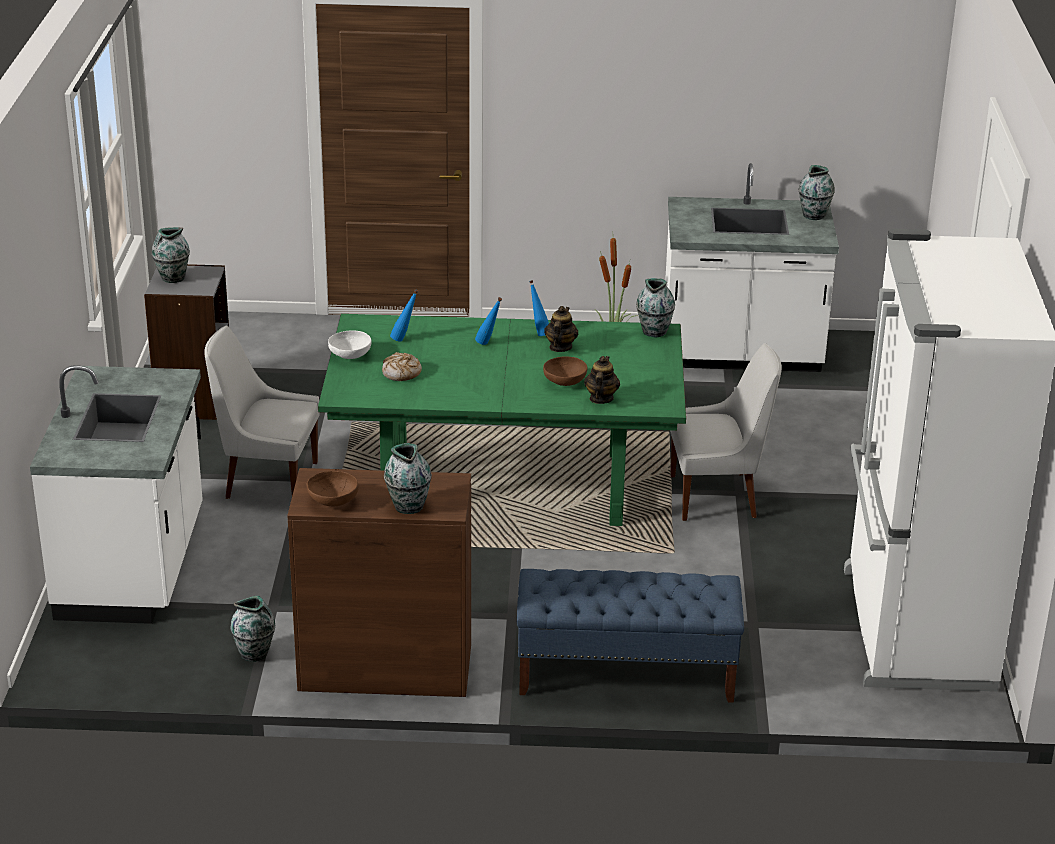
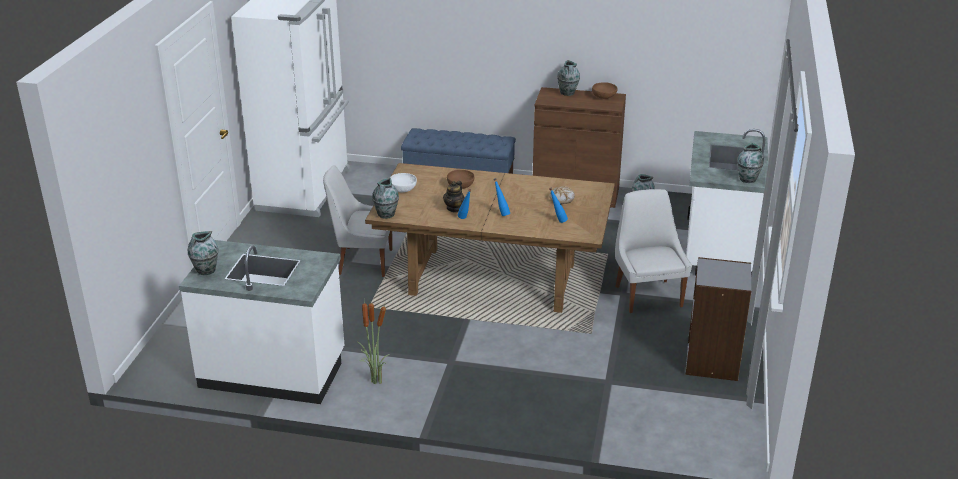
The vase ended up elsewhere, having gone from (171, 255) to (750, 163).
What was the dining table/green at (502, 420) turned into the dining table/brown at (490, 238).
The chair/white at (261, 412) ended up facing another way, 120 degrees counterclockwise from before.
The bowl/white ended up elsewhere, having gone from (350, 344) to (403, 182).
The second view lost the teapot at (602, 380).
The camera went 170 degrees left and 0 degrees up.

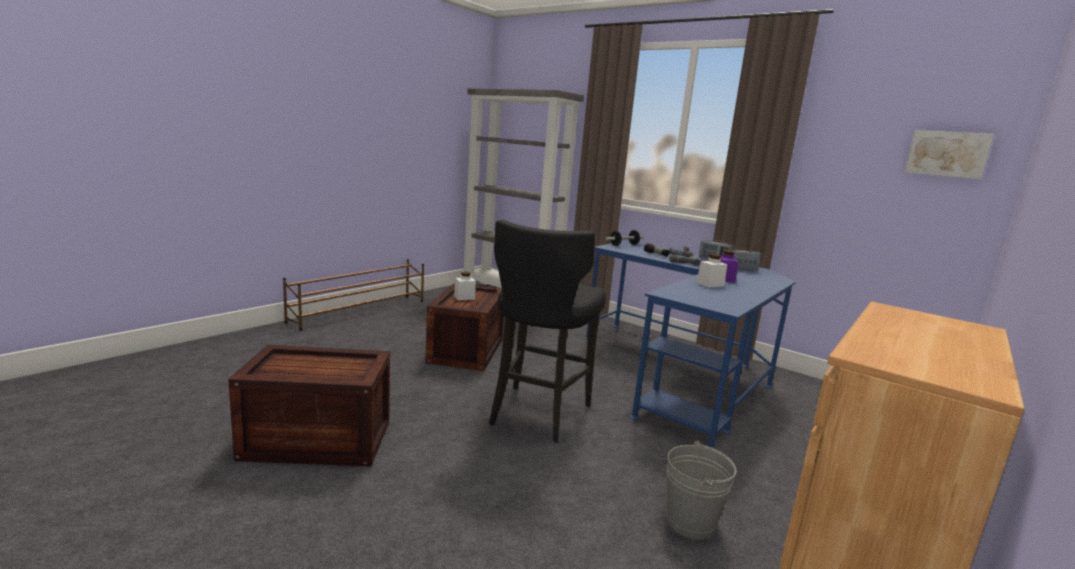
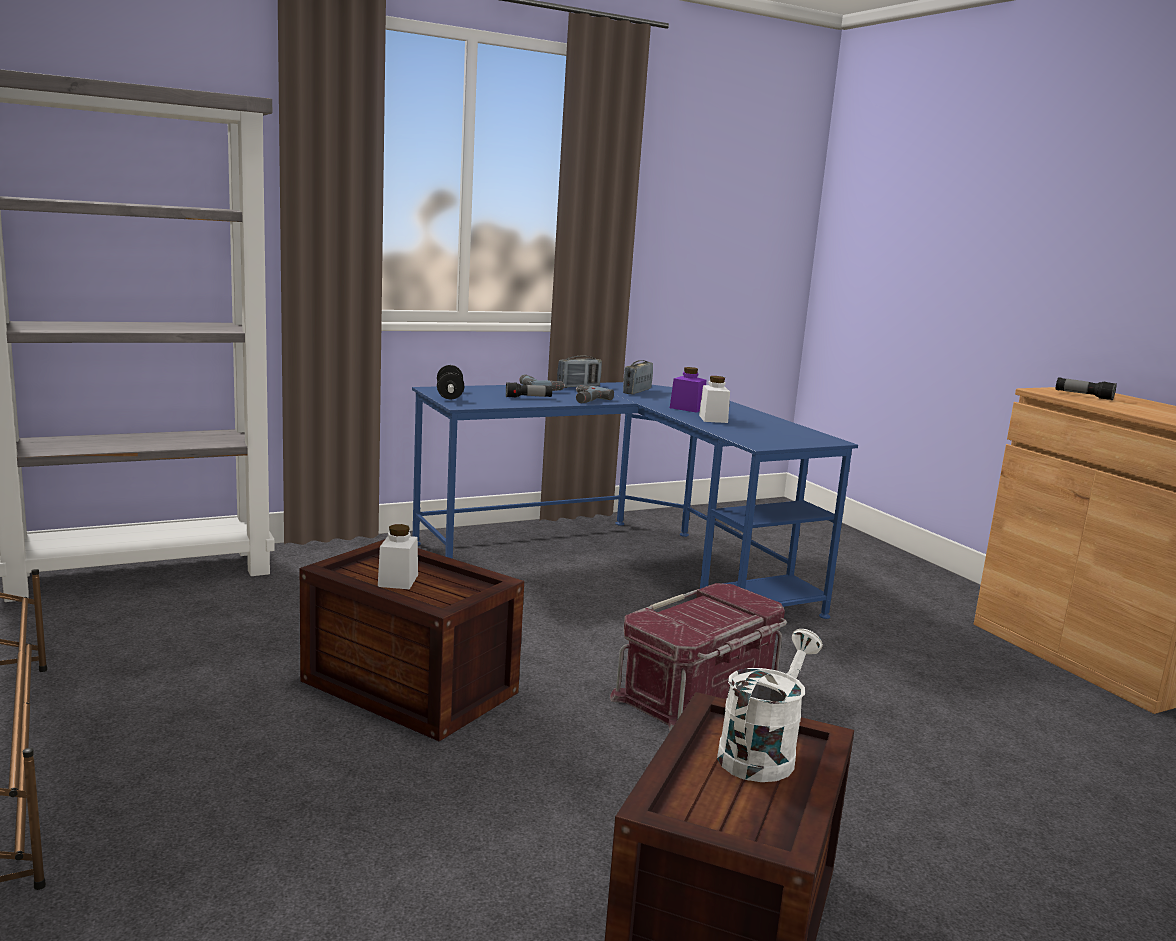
The second view lost the picture at (949, 154).
Where the stool/black stood at (547, 330), the storage box/red came to stand at (698, 657).
The second view lost the bucket/grey at (701, 490).
The second view gained the flashlight at (1086, 389).
The second view gained the watering can/white at (770, 705).
The camera went 65 degrees left and 0 degrees up.

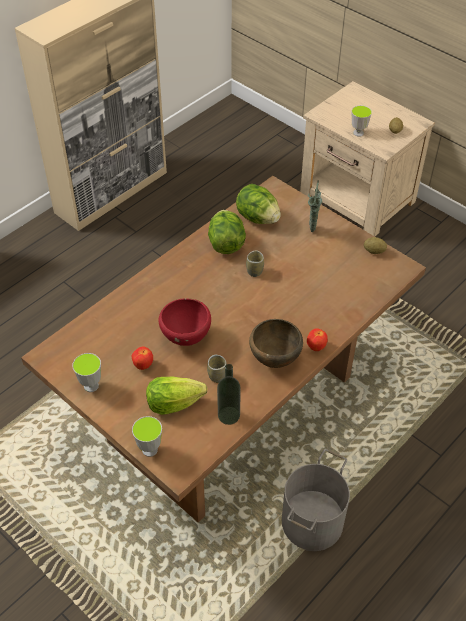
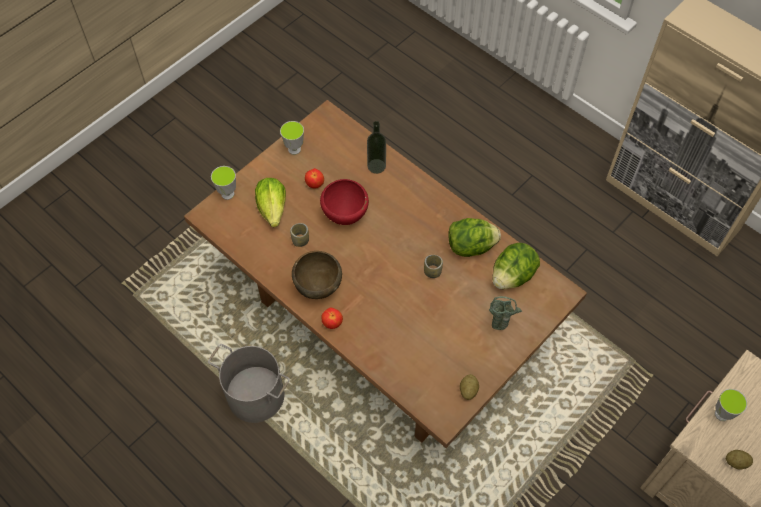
The bottle ended up elsewhere, having gone from (229, 394) to (376, 147).
The camera went 90 degrees right and 10 degrees up.

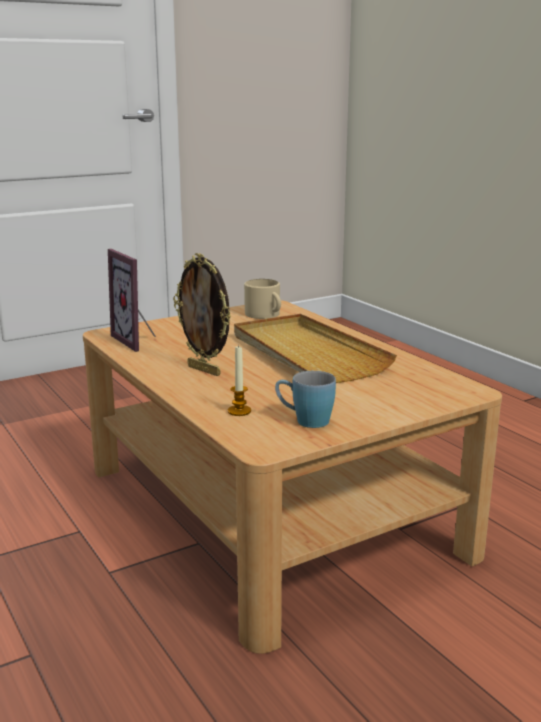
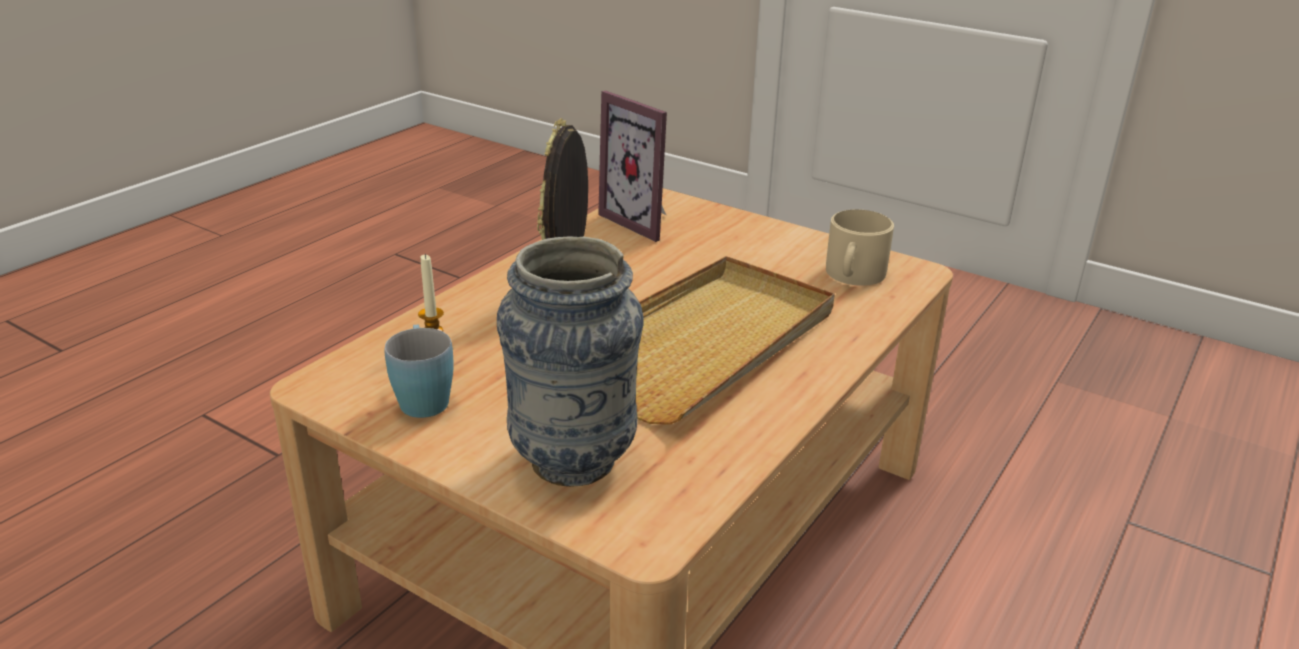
The picture frame at (132, 300) ended up facing another way, 75 degrees counterclockwise from before.
The second view gained the vase at (570, 361).
The camera went 65 degrees right and 10 degrees up.

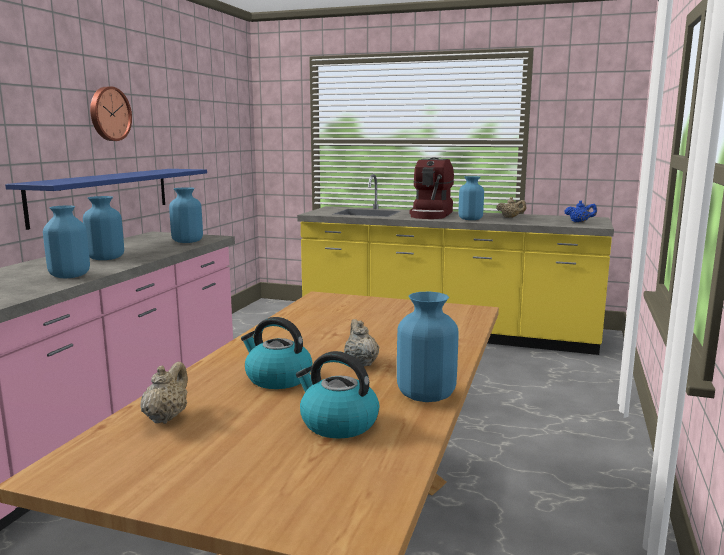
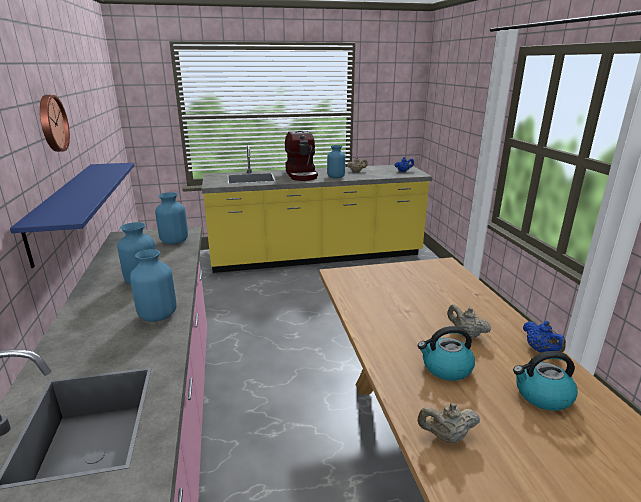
Where the vase/blue stood at (427, 347), the teapot/blue came to stand at (544, 337).
The teapot/beige at (164, 393) ended up facing another way, 75 degrees counterclockwise from before.
The camera went 30 degrees left and 10 degrees up.

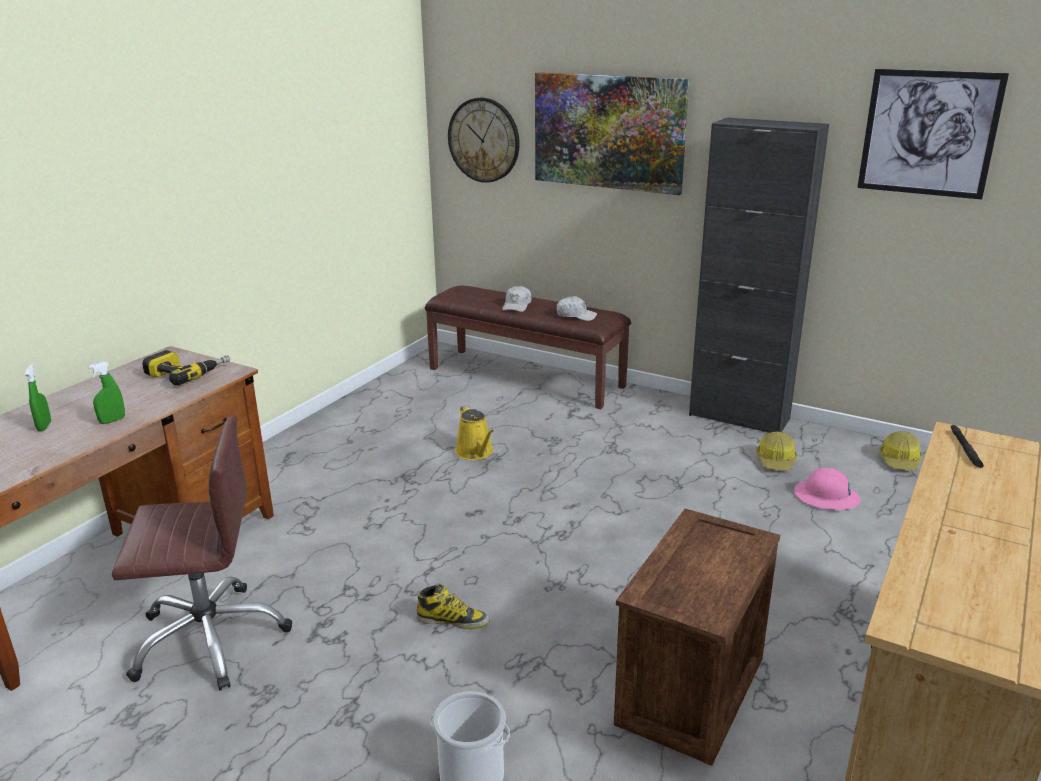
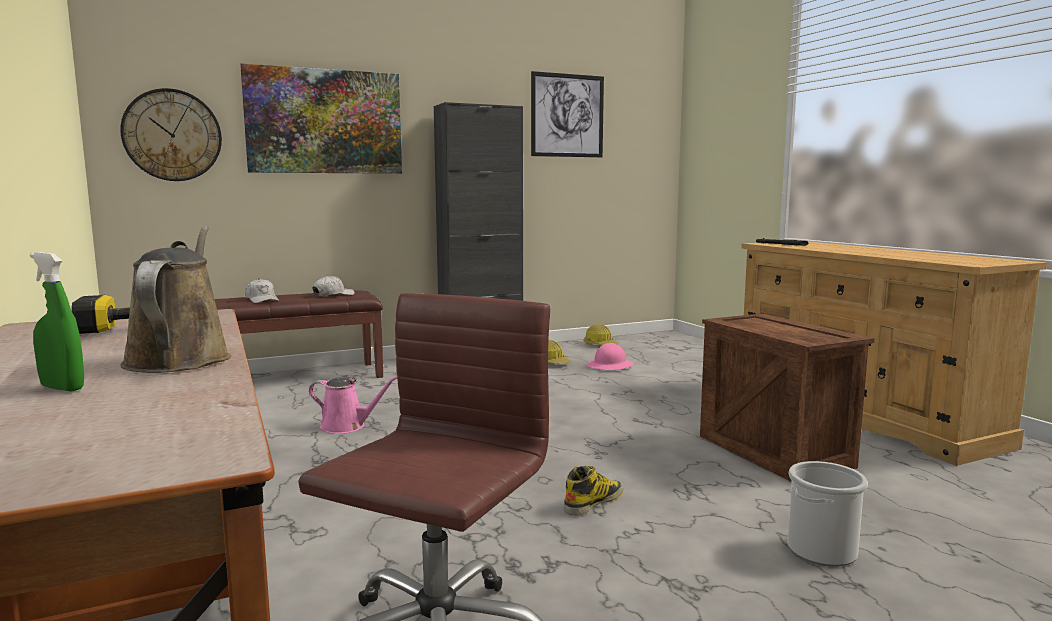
Where the spray bottle/green stood at (106, 392), the watering can/brown came to stand at (175, 299).
What was the watering can/yellow at (474, 432) turned into the watering can/pink at (353, 405).
The camera went 55 degrees left and 15 degrees down.

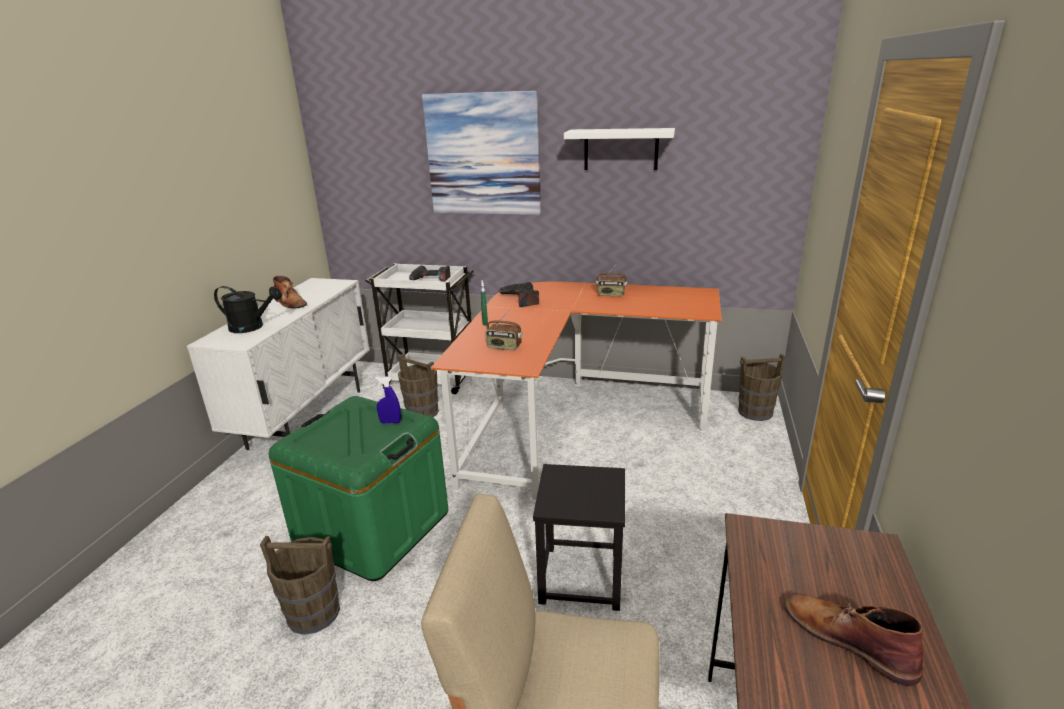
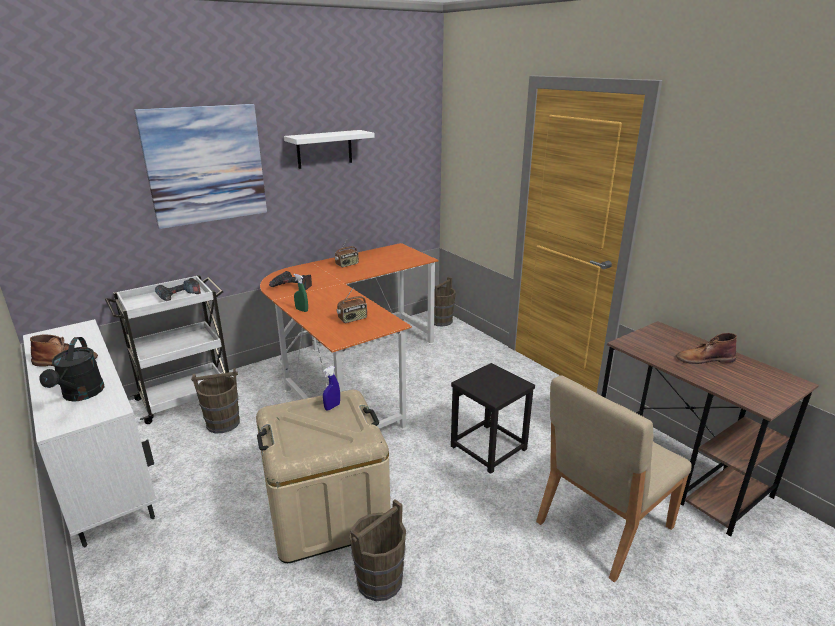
The watering can/black at (248, 309) ended up facing another way, 120 degrees clockwise from before.
What was the storage box/green at (358, 488) turned into the storage box/beige at (323, 476).
The camera went 50 degrees left and 0 degrees up.

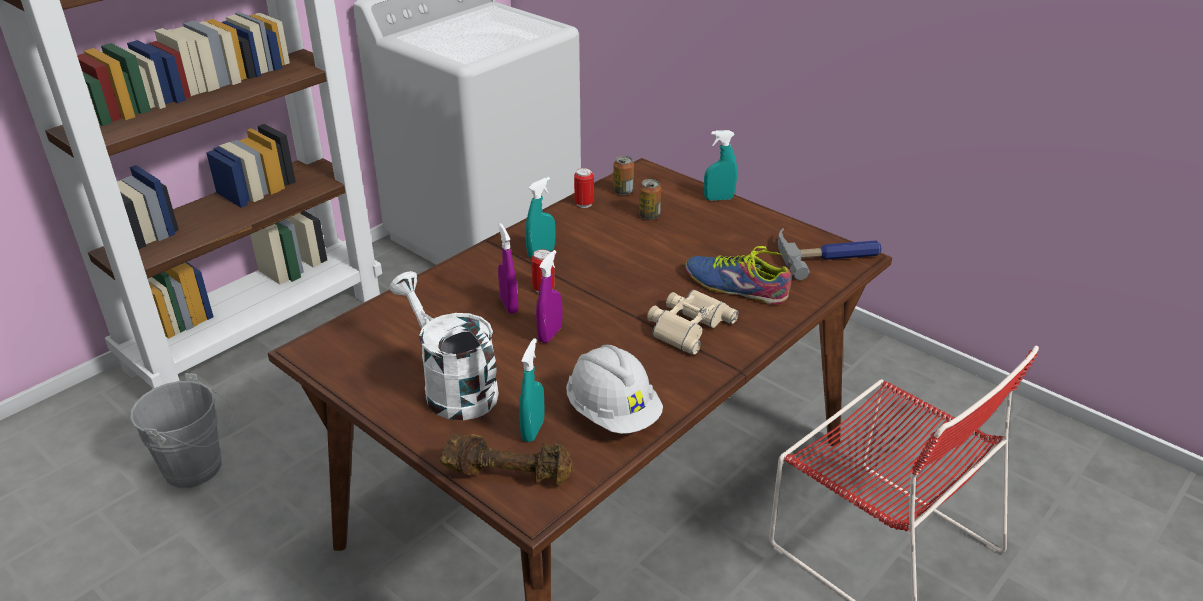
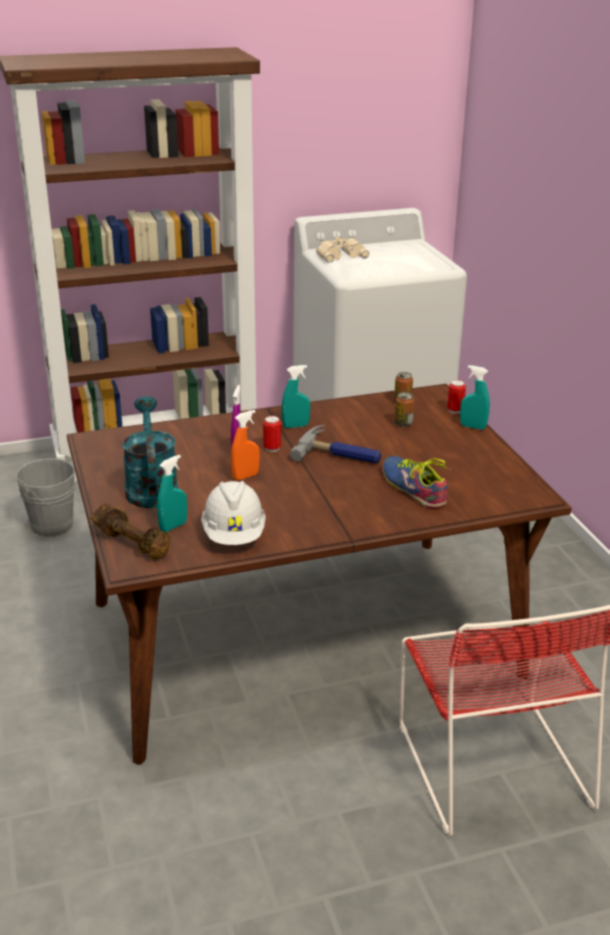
The can ended up elsewhere, having gone from (584, 188) to (456, 397).
The hammer ended up elsewhere, having gone from (830, 254) to (335, 444).
What was the spray bottle/purple at (549, 296) turned into the spray bottle/orange at (245, 445).
What was the watering can/white at (444, 345) turned into the watering can/turquoise at (150, 452).
The binoculars/beige ended up elsewhere, having gone from (693, 322) to (342, 249).
The camera went 30 degrees right and 5 degrees down.

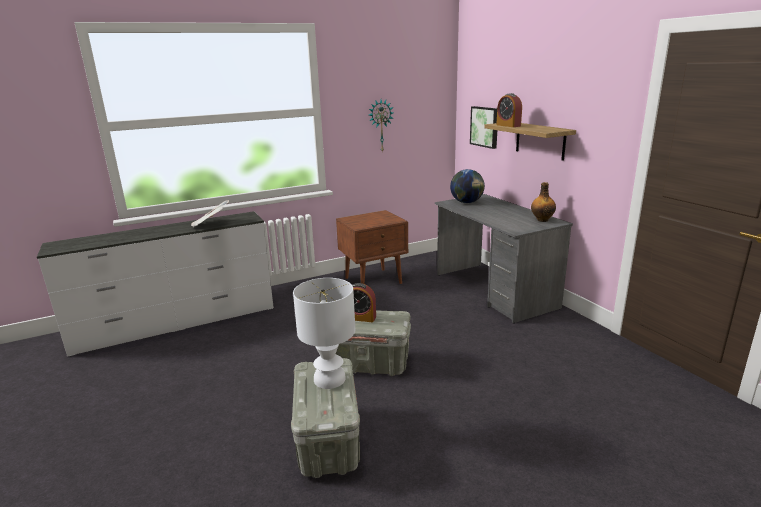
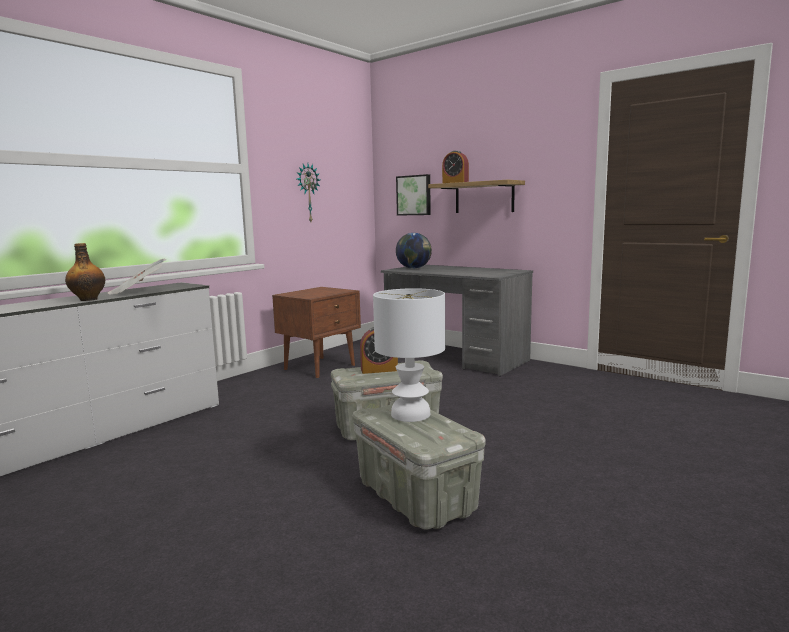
The bottle ended up elsewhere, having gone from (543, 202) to (85, 272).
The camera went 25 degrees left and 10 degrees down.

